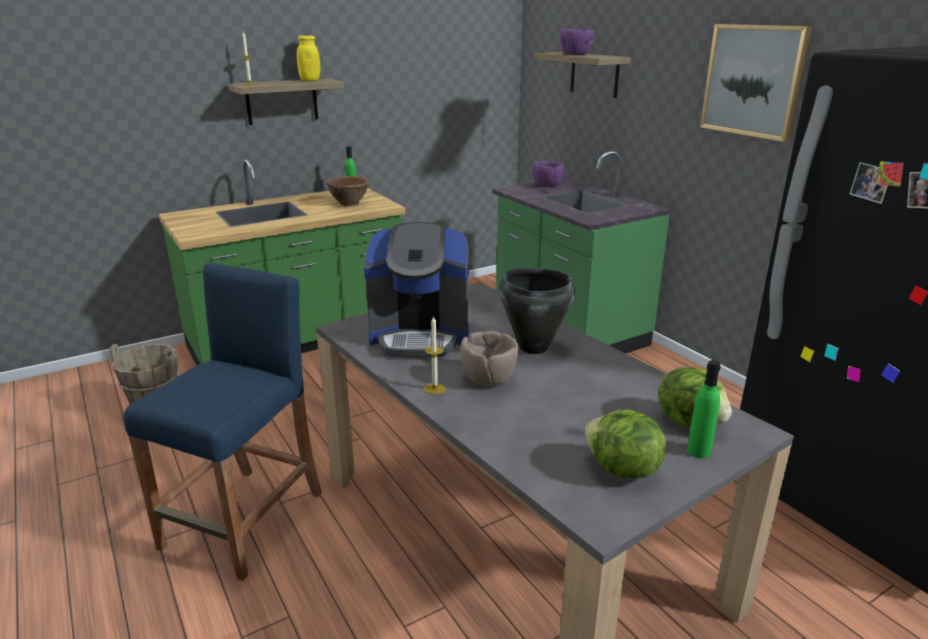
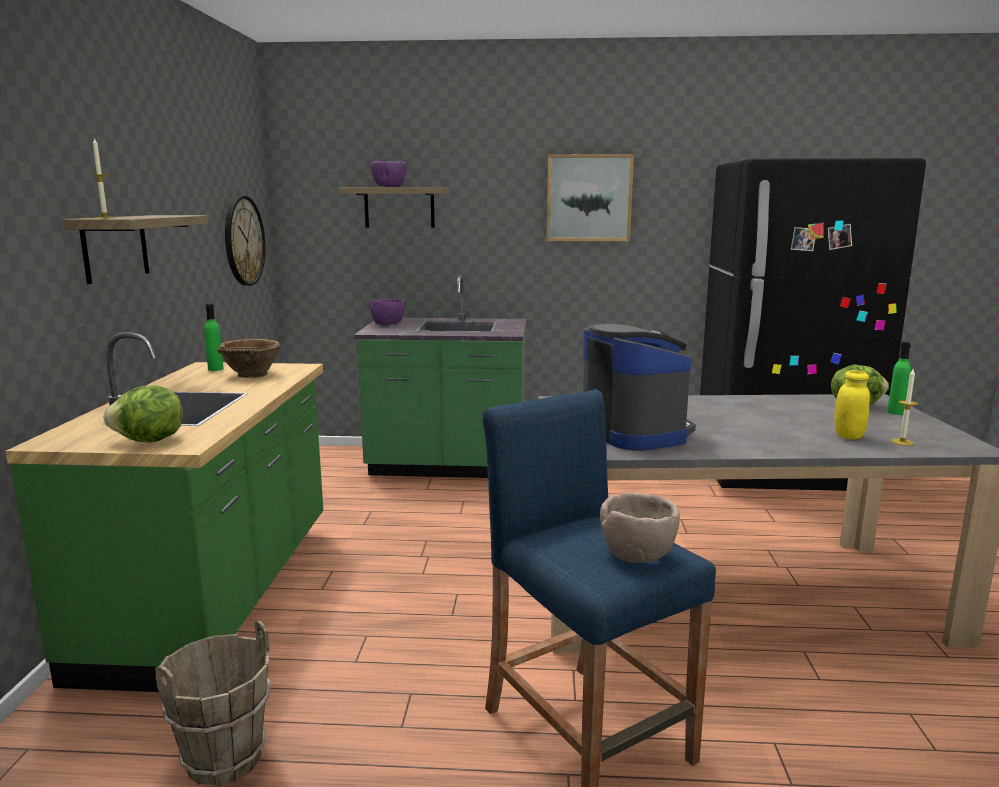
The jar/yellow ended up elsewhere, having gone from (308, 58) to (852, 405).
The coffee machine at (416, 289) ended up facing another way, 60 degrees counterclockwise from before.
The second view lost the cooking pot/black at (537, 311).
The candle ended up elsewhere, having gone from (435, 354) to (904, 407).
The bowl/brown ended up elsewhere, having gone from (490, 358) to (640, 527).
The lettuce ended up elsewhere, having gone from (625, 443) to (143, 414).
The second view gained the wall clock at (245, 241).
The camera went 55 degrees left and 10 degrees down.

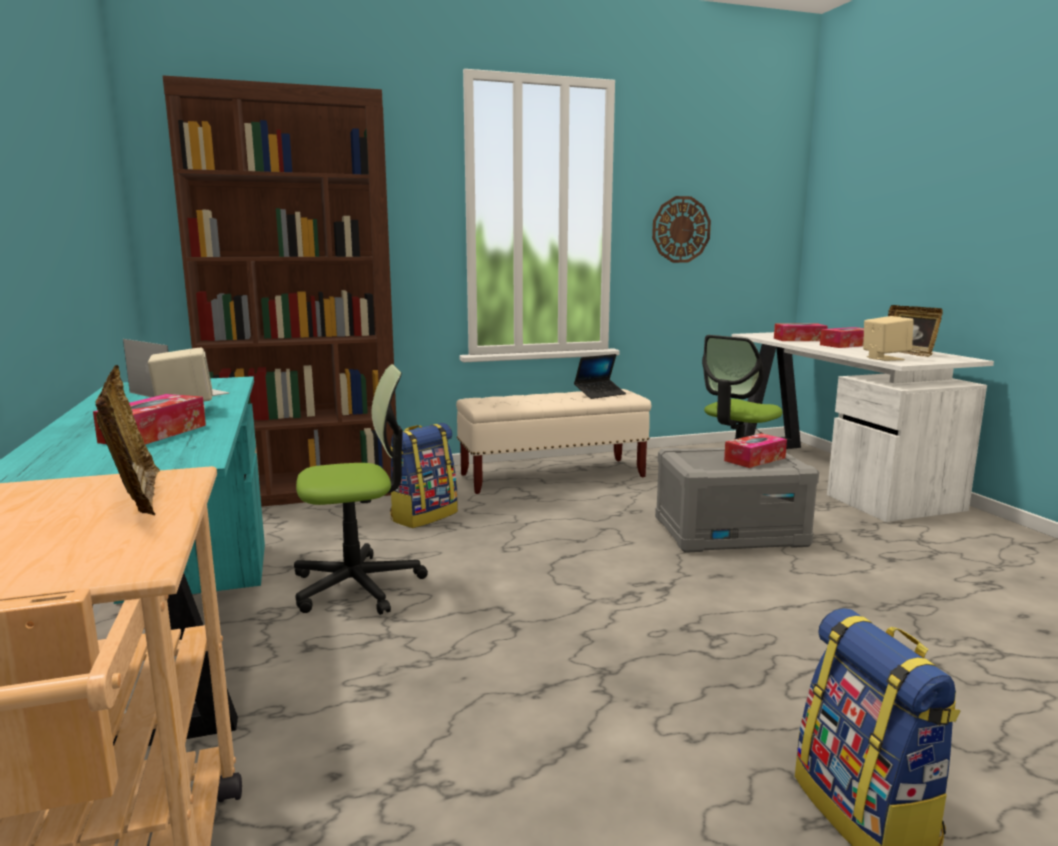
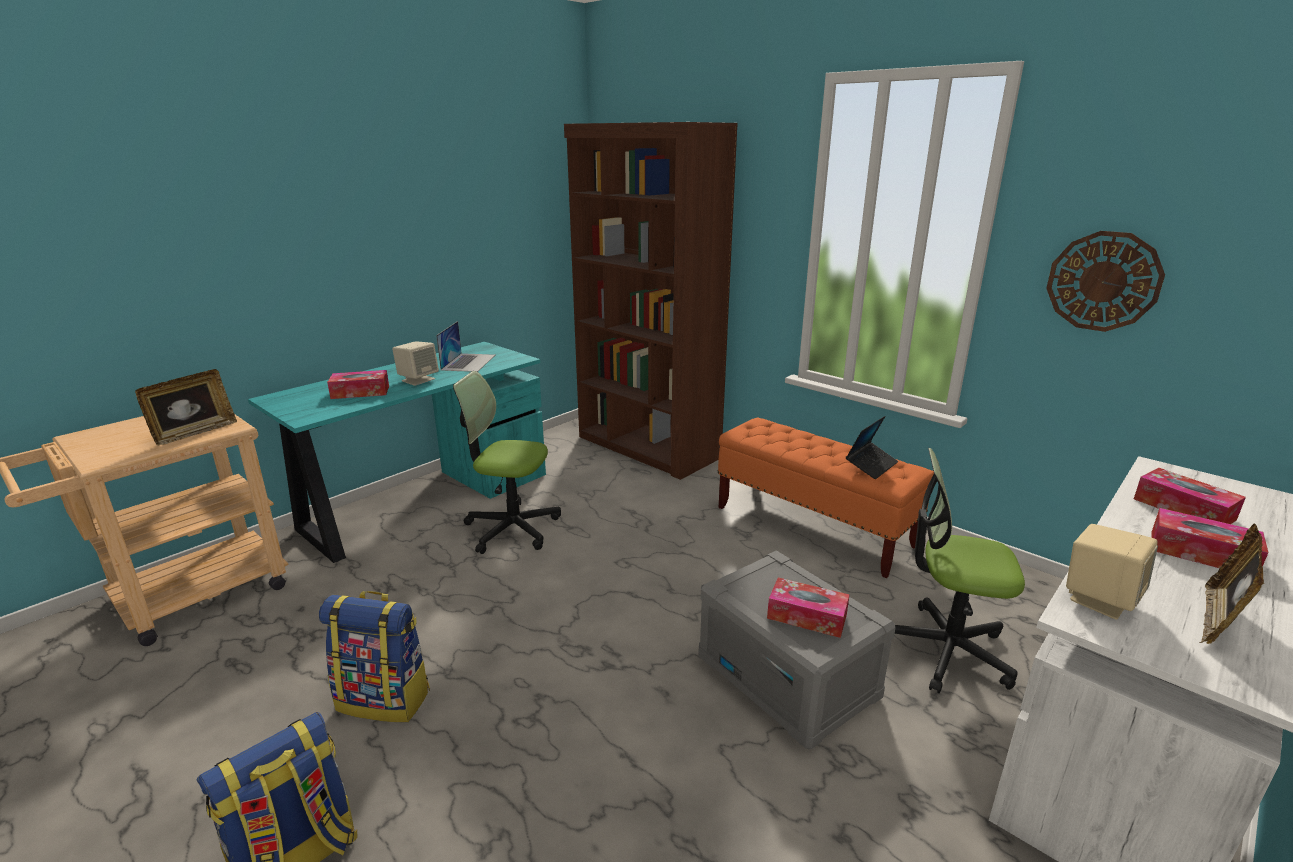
The laptop at (600, 376) ended up facing another way, 75 degrees counterclockwise from before.
The office chair at (361, 489) ended up facing another way, 150 degrees clockwise from before.
What was the bench/beige at (553, 441) turned into the bench/orange at (826, 498).
The backpack ended up elsewhere, having gone from (424, 475) to (374, 656).
The camera went 60 degrees right and 10 degrees up.

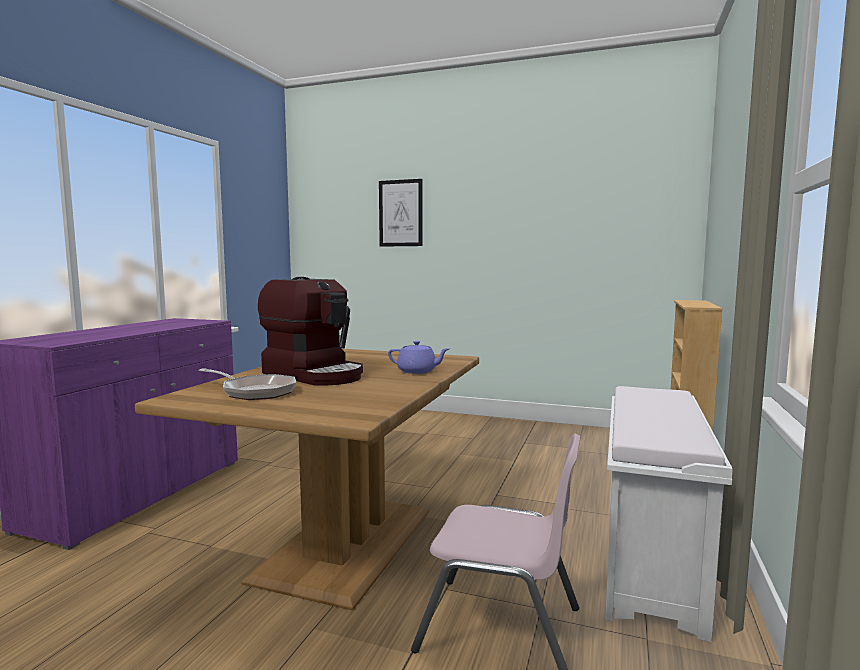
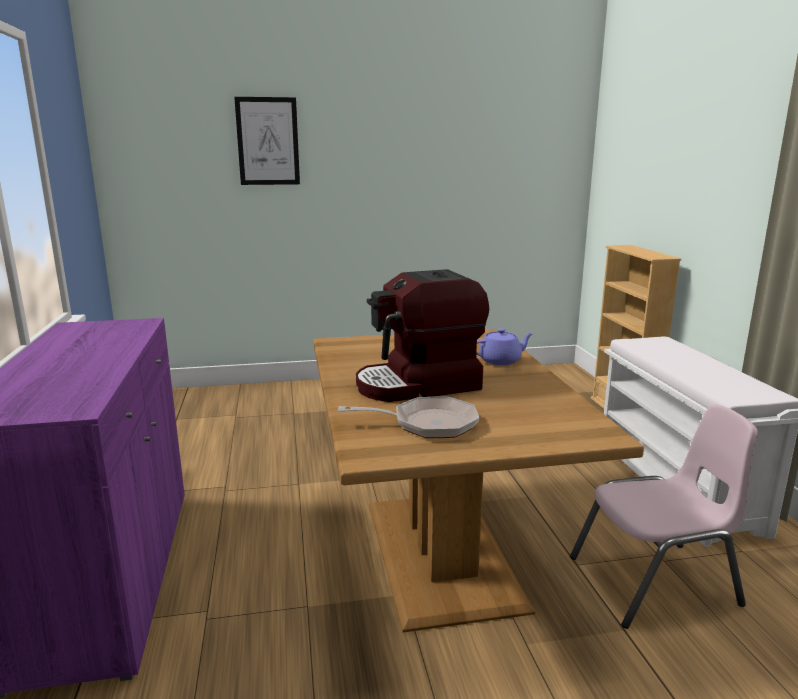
The coffee machine at (310, 331) ended up facing another way, 150 degrees clockwise from before.
The camera went 30 degrees left and 10 degrees up.

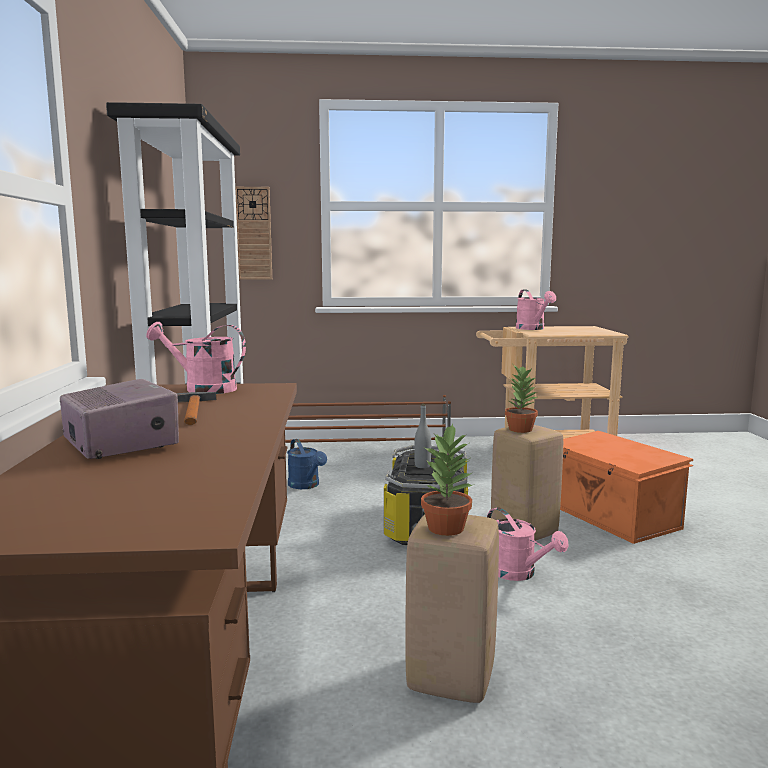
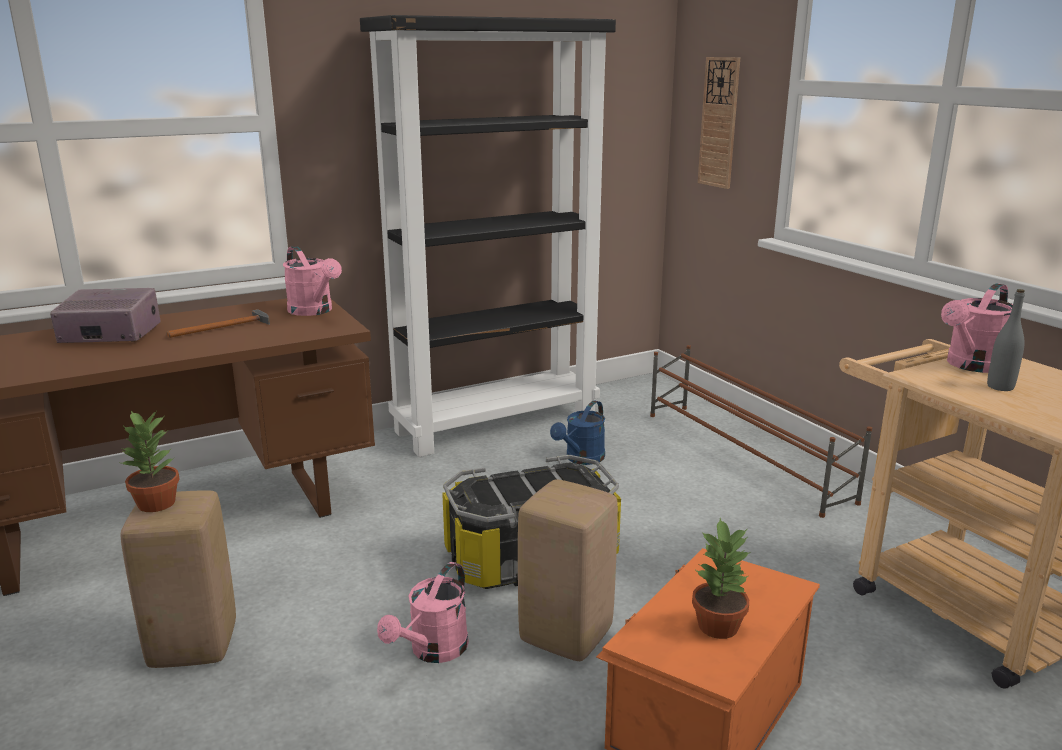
The watering can/pink at (196, 358) ended up facing another way, 150 degrees clockwise from before.
The potted plant ended up elsewhere, having gone from (521, 399) to (721, 578).
The radio at (119, 419) ended up facing another way, 120 degrees counterclockwise from before.
The bottle/grey ended up elsewhere, having gone from (422, 436) to (1006, 340).
The camera went 65 degrees right and 10 degrees up.

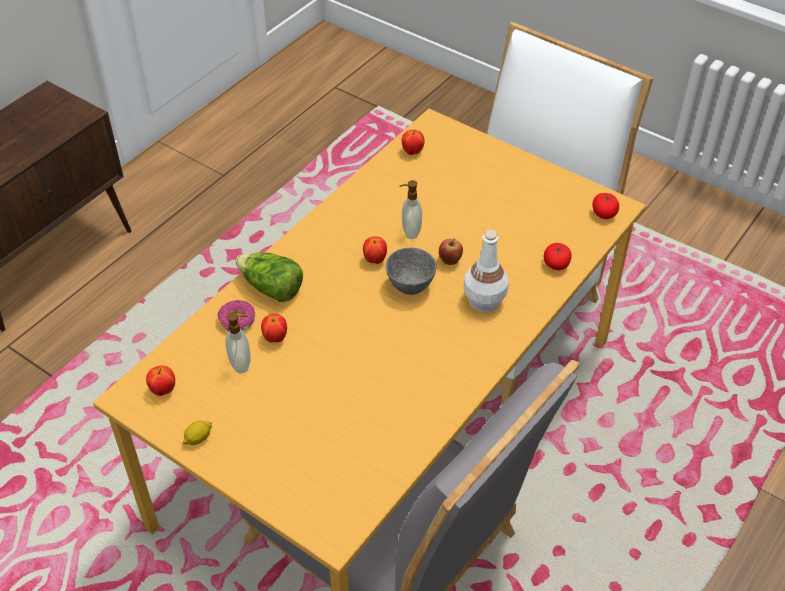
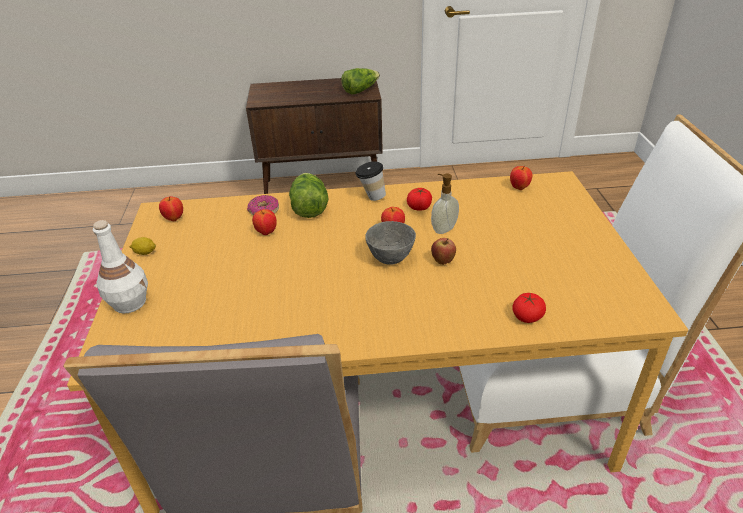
The tomato ended up elsewhere, having gone from (605, 206) to (419, 199).
The bottle/white ended up elsewhere, having gone from (486, 271) to (120, 266).
The second view lost the soap dispenser at (237, 343).
The second view gained the lettuce at (360, 81).
The second view gained the cup at (371, 181).
The camera went 50 degrees right and 10 degrees down.

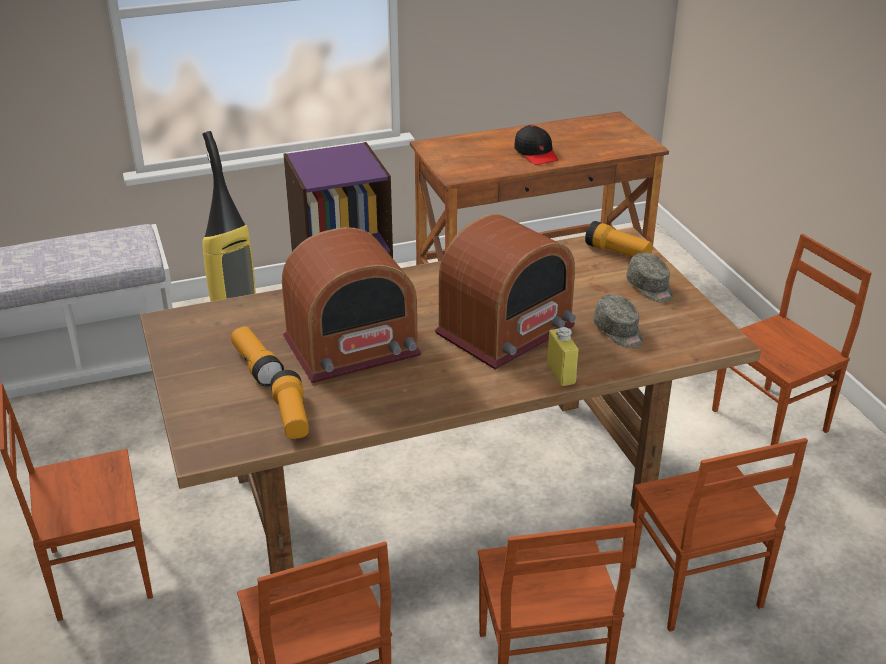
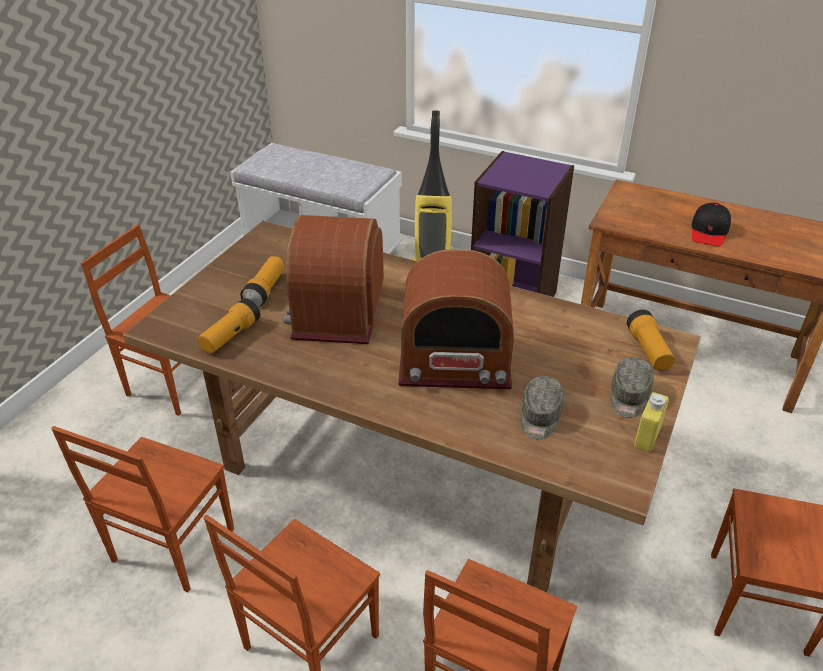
The radio at (352, 305) ended up facing another way, 75 degrees clockwise from before.
The bottle/yellow ended up elsewhere, having gone from (562, 356) to (651, 422).
The camera went 45 degrees right and 5 degrees up.

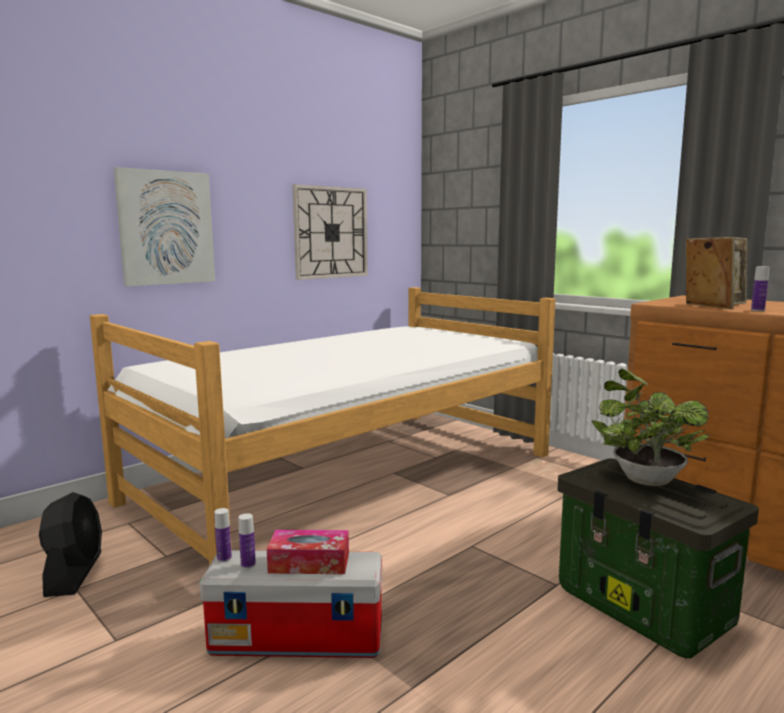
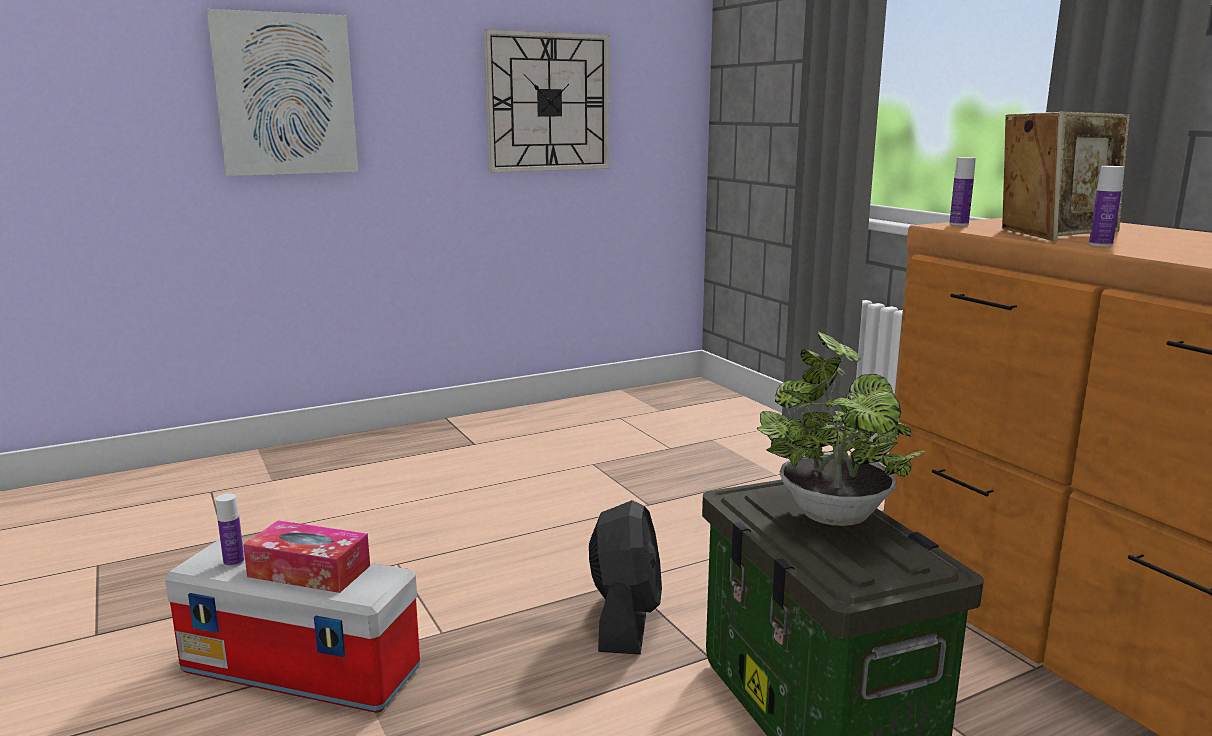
The second view lost the bed at (323, 426).
The fan/black ended up elsewhere, having gone from (70, 544) to (625, 577).
The bottle ended up elsewhere, having gone from (223, 535) to (962, 191).
The camera went 15 degrees right and 5 degrees up.

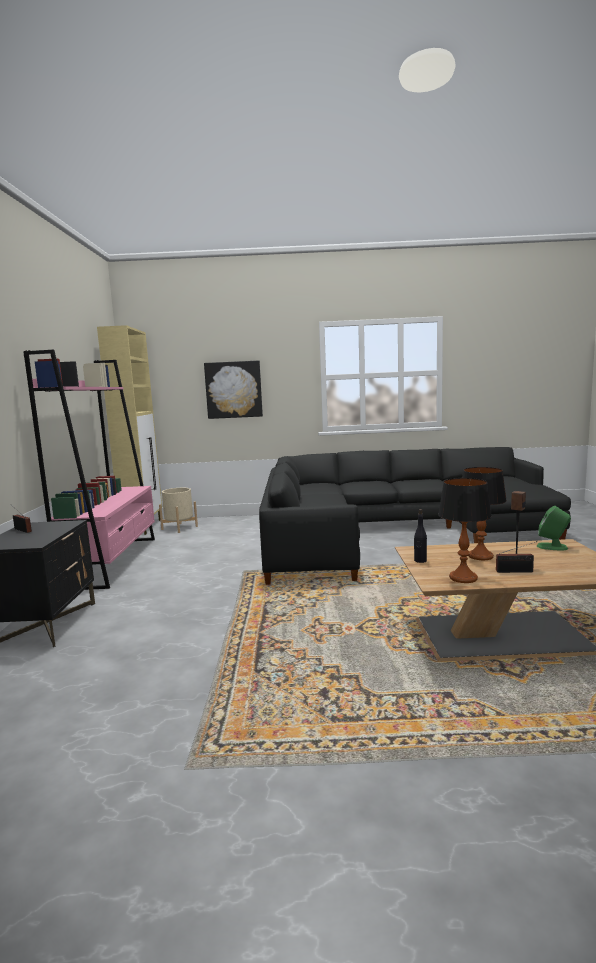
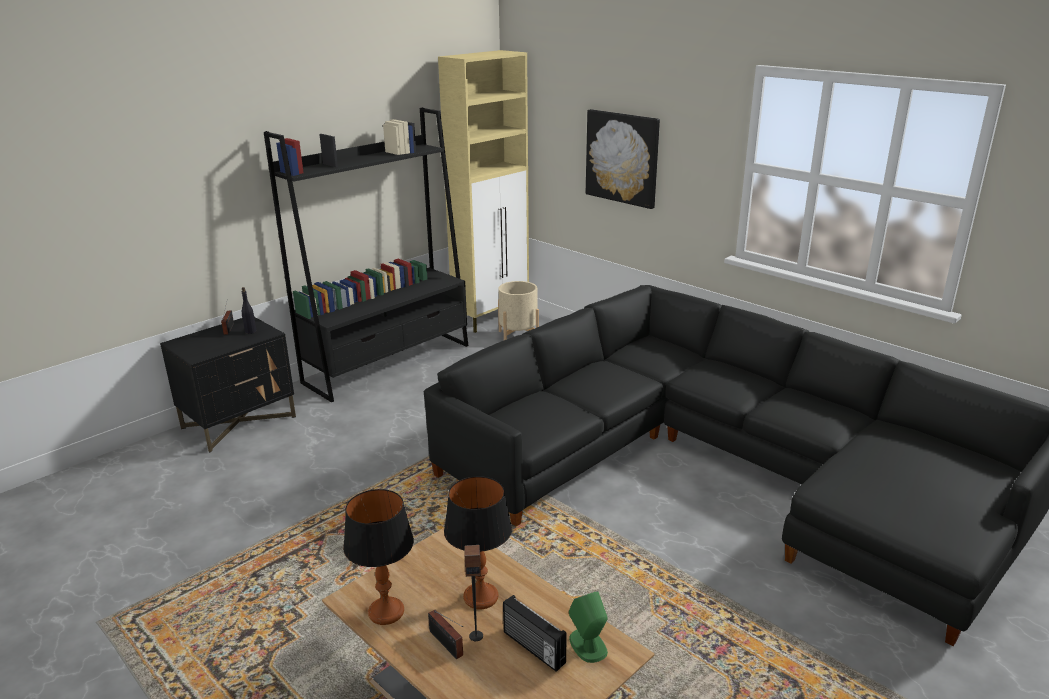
What was the bookcase/pink at (89, 470) turned into the bookcase/black at (366, 254).
The bottle/black ended up elsewhere, having gone from (420, 536) to (249, 310).
The second view gained the radio at (535, 633).
The camera went 45 degrees right and 15 degrees up.

